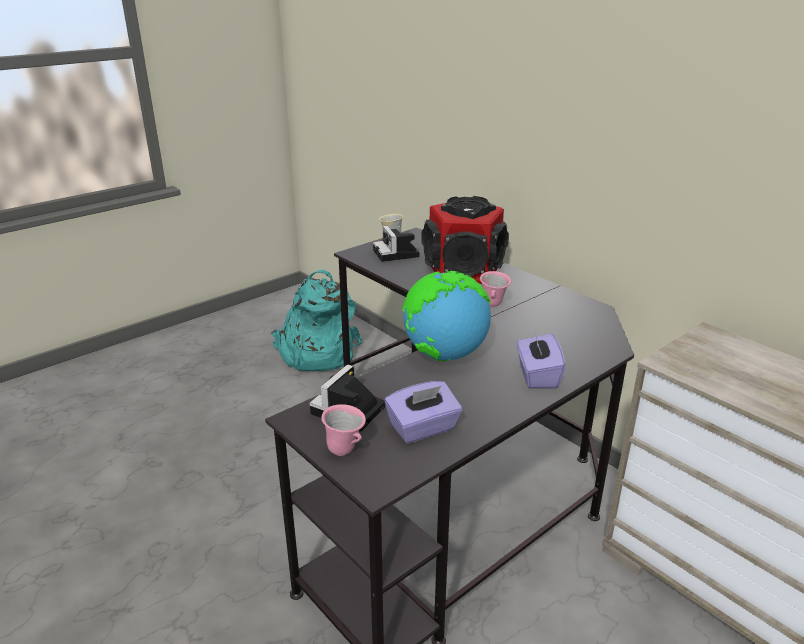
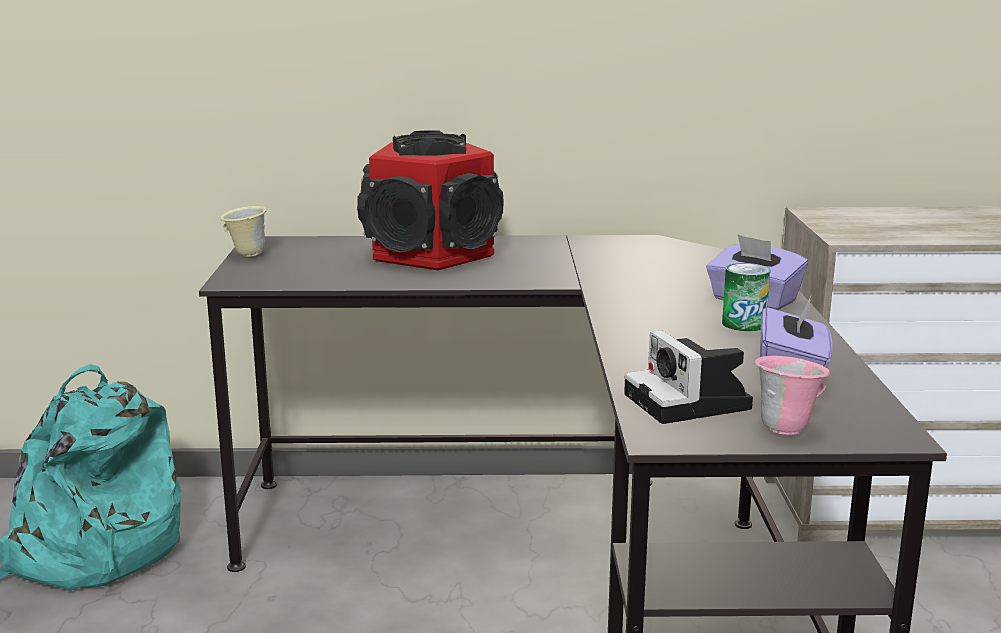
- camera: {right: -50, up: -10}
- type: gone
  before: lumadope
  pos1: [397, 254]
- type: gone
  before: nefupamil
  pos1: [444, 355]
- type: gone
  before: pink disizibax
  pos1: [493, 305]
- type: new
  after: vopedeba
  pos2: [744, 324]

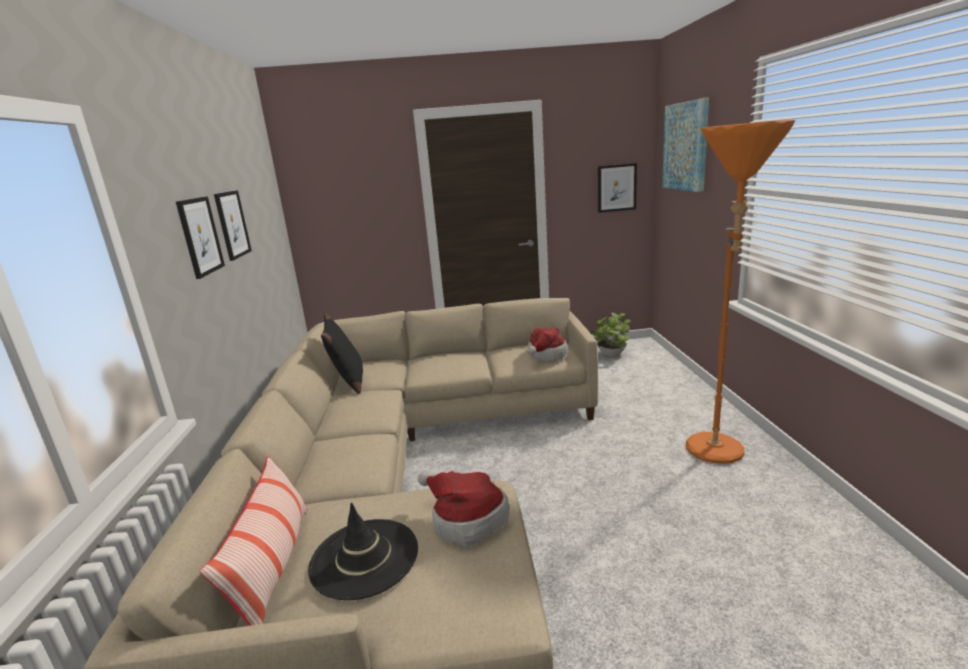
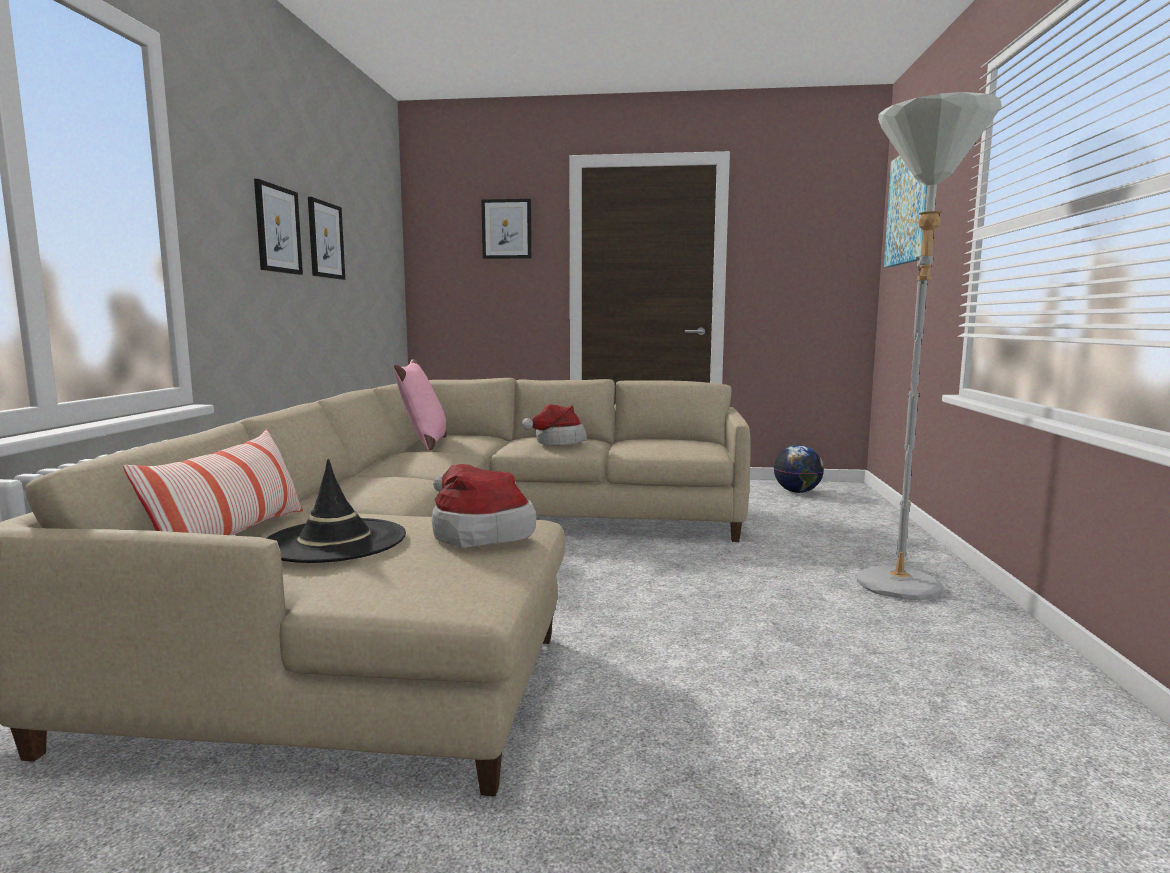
- camera: {right: 10, up: -10}
- type: repainted
  before: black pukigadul
  after: pink pukigadul
  pos1: [348, 383]
  pos2: [424, 444]
- type: shifted
  before: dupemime
  pos1: [545, 355]
  pos2: [556, 441]
- type: swapped
  before: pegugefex
  after: nefupamil
  pos1: [610, 355]
  pos2: [797, 492]
- type: shifted
  before: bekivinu
  pos1: [616, 188]
  pos2: [506, 229]
- type: repainted
  before: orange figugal
  after: grey figugal
  pos1: [717, 456]
  pos2: [899, 592]

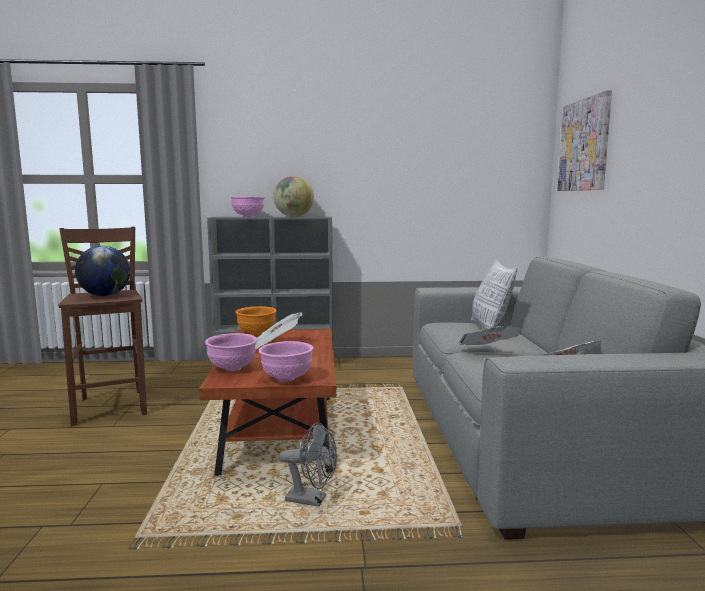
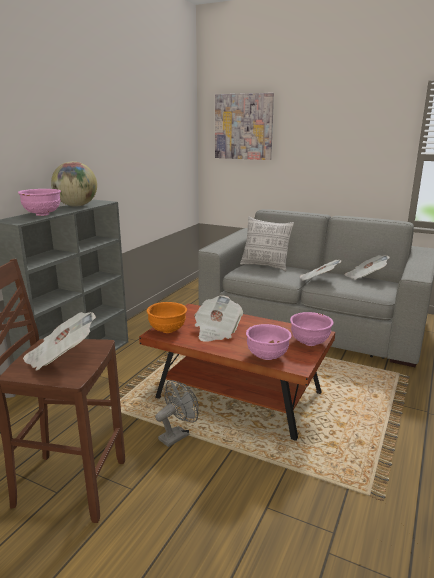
- camera: {right: -60, up: 10}
- type: swapped
  before: nefupamil
  after: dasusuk
  pos1: [105, 295]
  pos2: [61, 357]
- type: shifted
  before: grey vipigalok
  pos1: [312, 500]
  pos2: [177, 435]

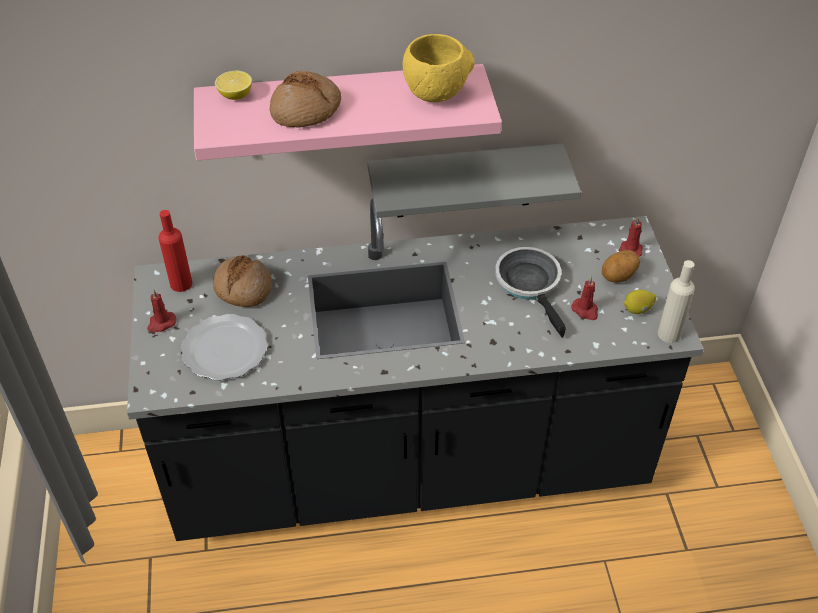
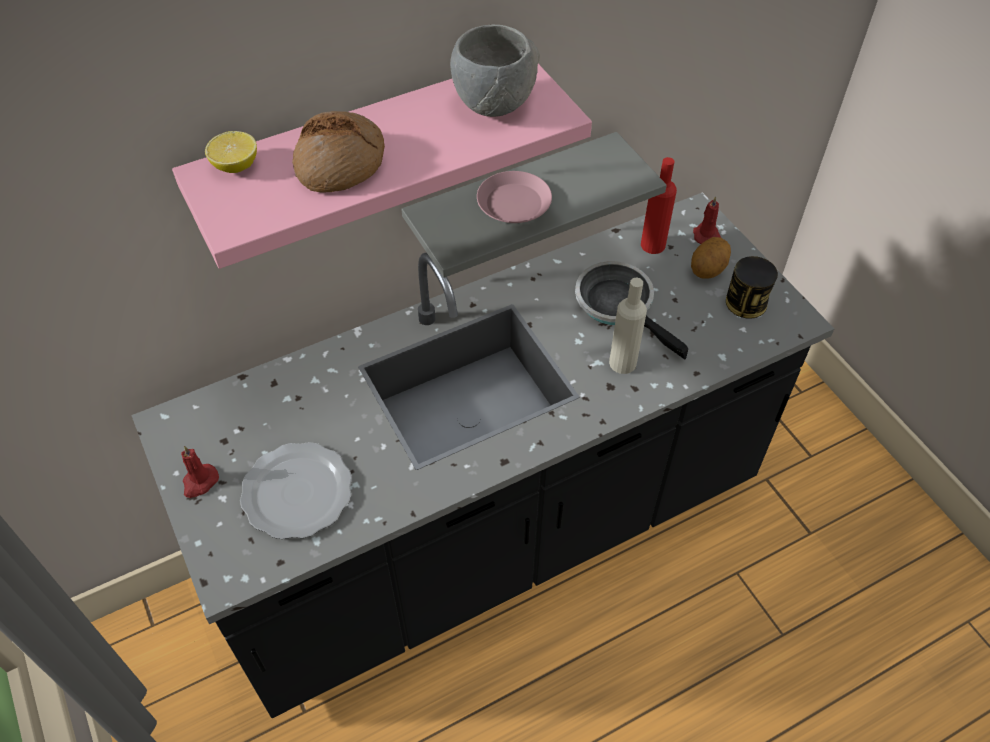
- camera: {right: -20, up: 5}
- type: shifted
  before: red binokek
  pos1: [181, 283]
  pos2: [653, 245]
- type: gone
  before: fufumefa
  pos1: [243, 288]
- type: repainted
  before: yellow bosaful
  after: grey bosaful
  pos1: [436, 95]
  pos2: [495, 106]
- type: gone
  before: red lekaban
  pos1: [585, 310]
- type: swapped
  before: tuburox
  after: vopedeba
  pos1: [637, 309]
  pos2: [746, 302]
- type: shifted
  before: beige binokek
  pos1: [669, 334]
  pos2: [622, 363]
- type: new
  after: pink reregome
  pos2: [513, 203]

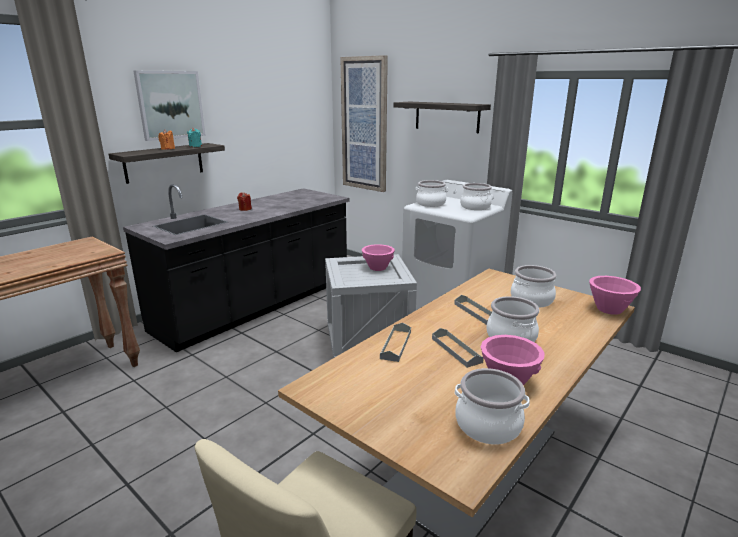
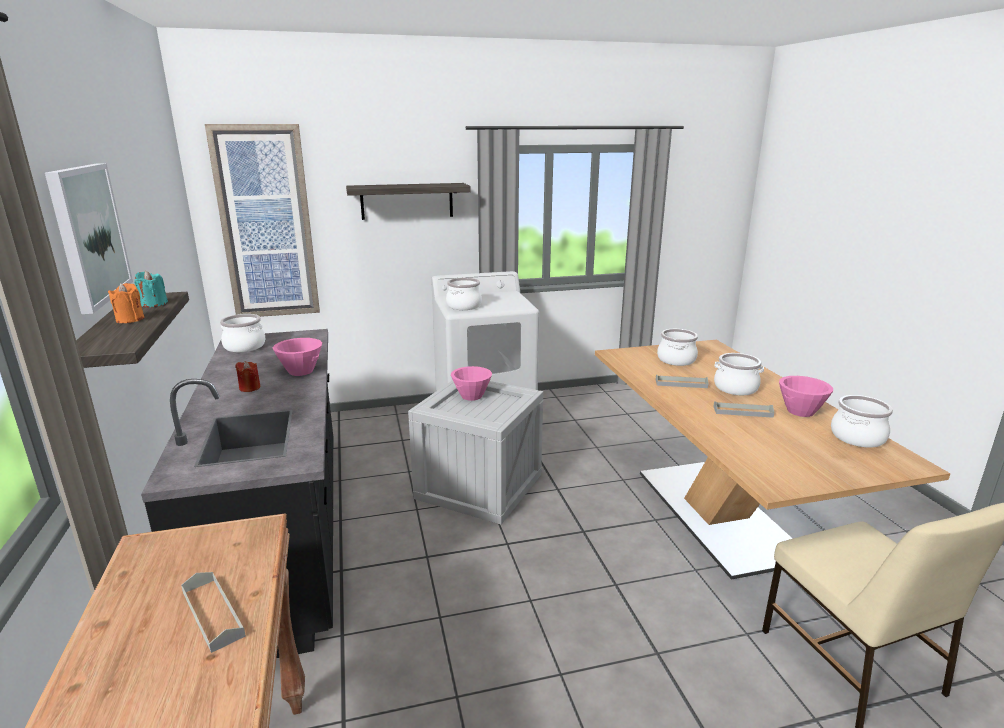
- camera: {right: -55, up: 0}
- type: shifted
  before: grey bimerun
  pos1: [396, 345]
  pos2: [213, 613]
- type: shifted
  before: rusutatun
  pos1: [475, 207]
  pos2: [244, 347]
- type: shifted
  before: pink bosaful
  pos1: [609, 309]
  pos2: [301, 371]

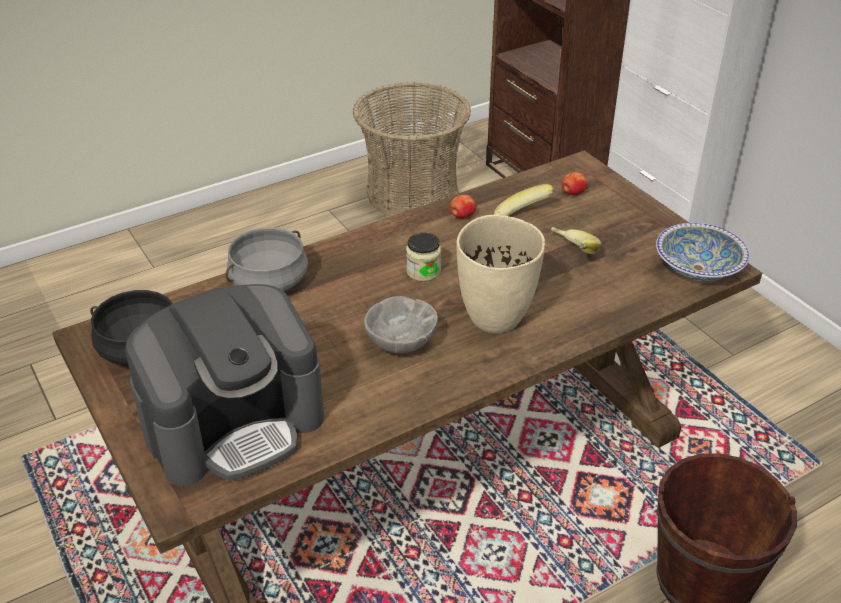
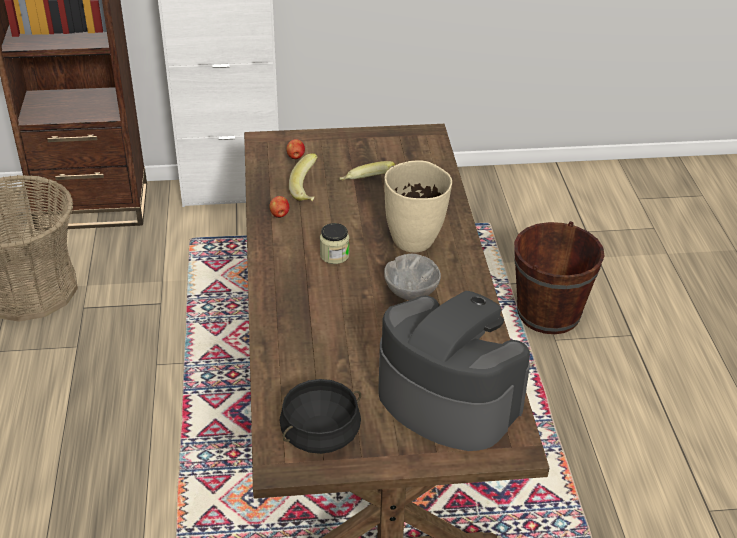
- camera: {right: -65, up: 0}
- type: rotated
  before: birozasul
  pos1: [234, 423]
  pos2: [447, 399]
  turn: -45
- type: gone
  before: grey rusutatun
  pos1: [269, 281]
- type: gone
  before: bosaful
  pos1: [698, 268]

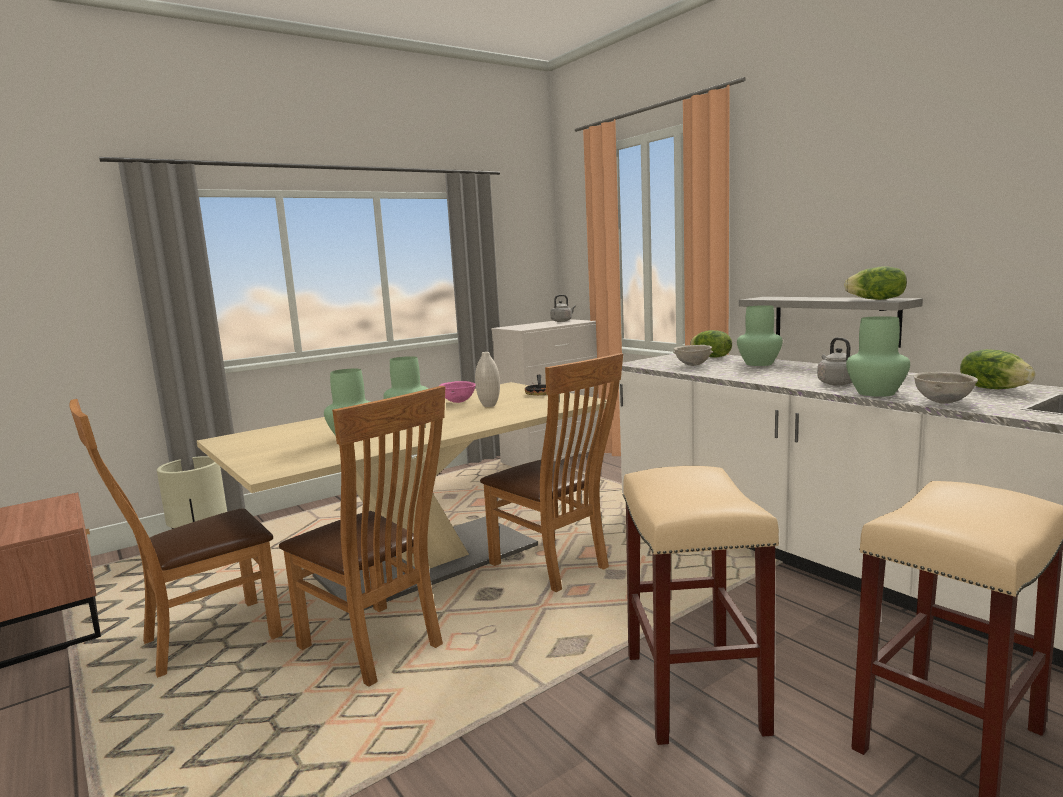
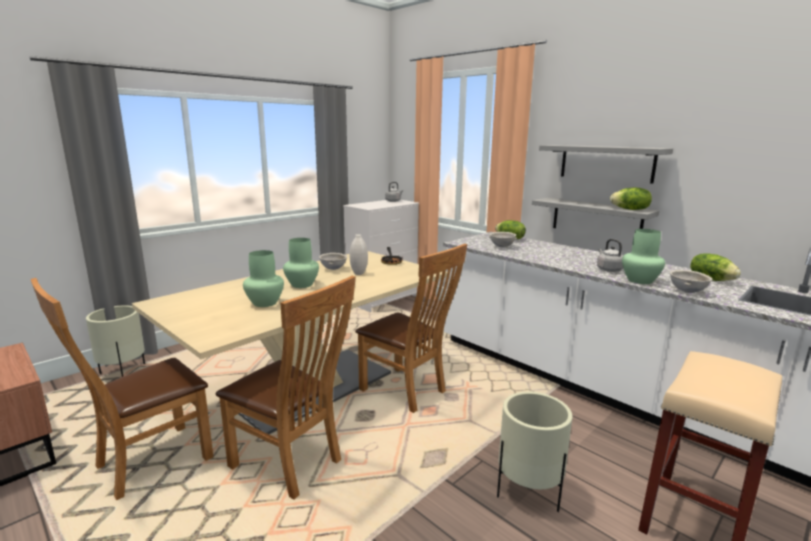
- camera: {right: -10, up: 5}
- type: repainted
  before: pink bosaful
  after: grey bosaful
  pos1: [459, 402]
  pos2: [334, 269]
- type: swapped
  before: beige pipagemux
  after: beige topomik
  pos1: [695, 693]
  pos2: [528, 492]
- type: gone
  before: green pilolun
  pos1: [759, 364]
- type: new
  after: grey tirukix
  pos2: [606, 163]

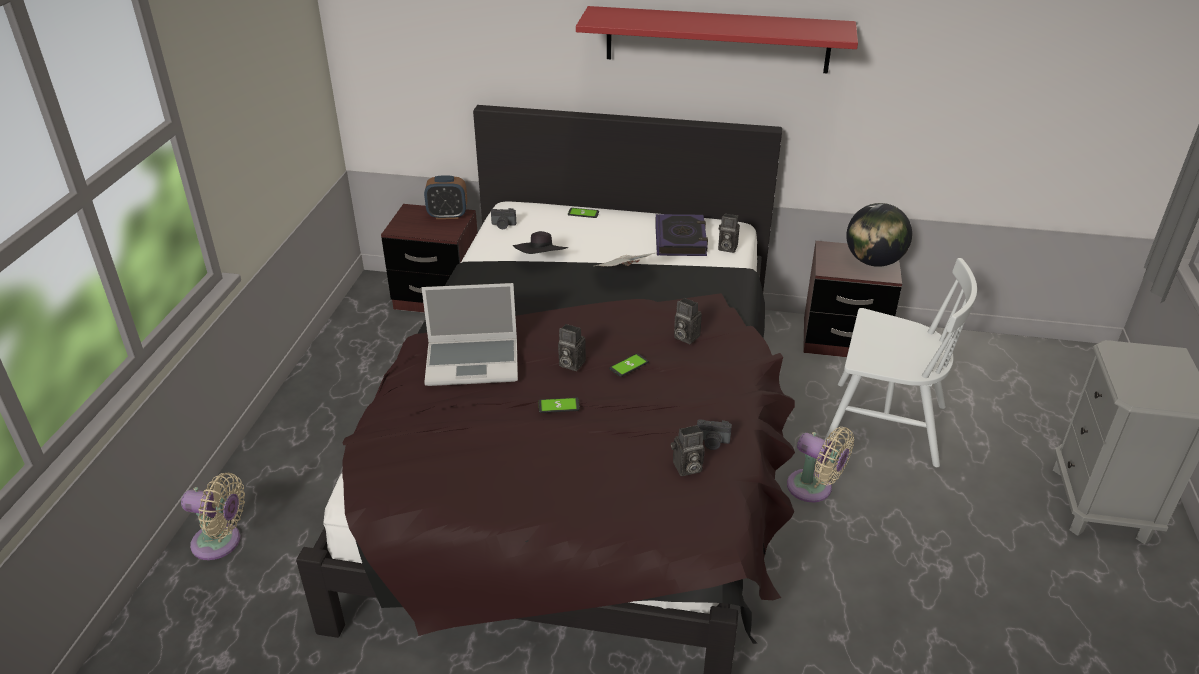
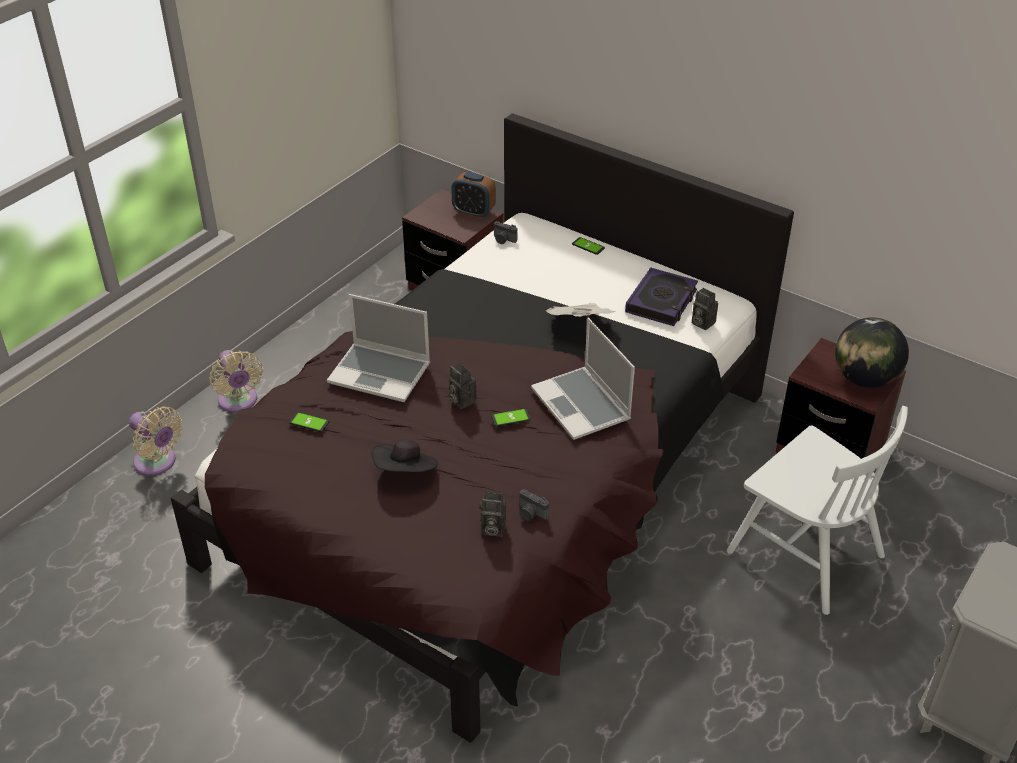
- camera: {right: 25, up: 5}
- type: shifted
  before: black dupemime
  pos1: [541, 260]
  pos2: [406, 471]
- type: shifted
  before: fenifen
  pos1: [559, 406]
  pos2: [309, 422]
- type: gone
  before: red tirukix
  pos1: [717, 39]
- type: swapped
  before: lumadope
  after: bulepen
  pos1: [684, 337]
  pos2: [582, 405]
- type: shifted
  before: beige vipigalok
  pos1: [814, 489]
  pos2: [239, 402]

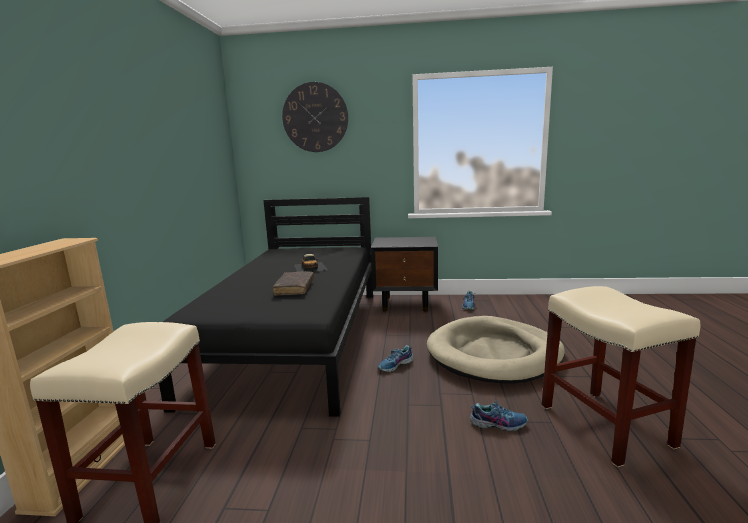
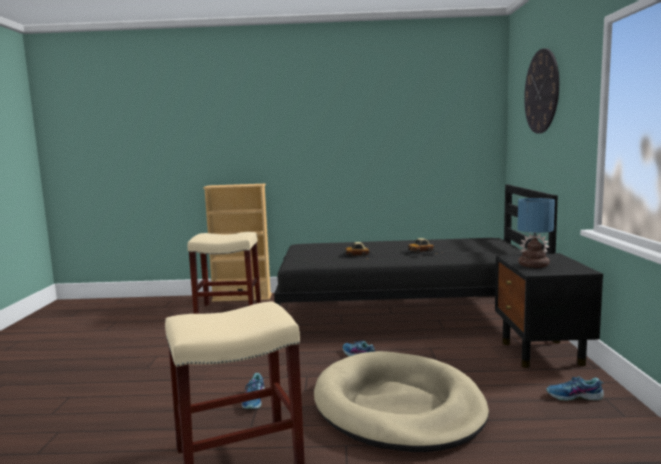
- camera: {right: 85, up: -5}
- type: swapped
  before: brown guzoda
  after: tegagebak
  pos1: [294, 288]
  pos2: [357, 255]
- type: new
  after: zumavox
  pos2: [534, 265]

